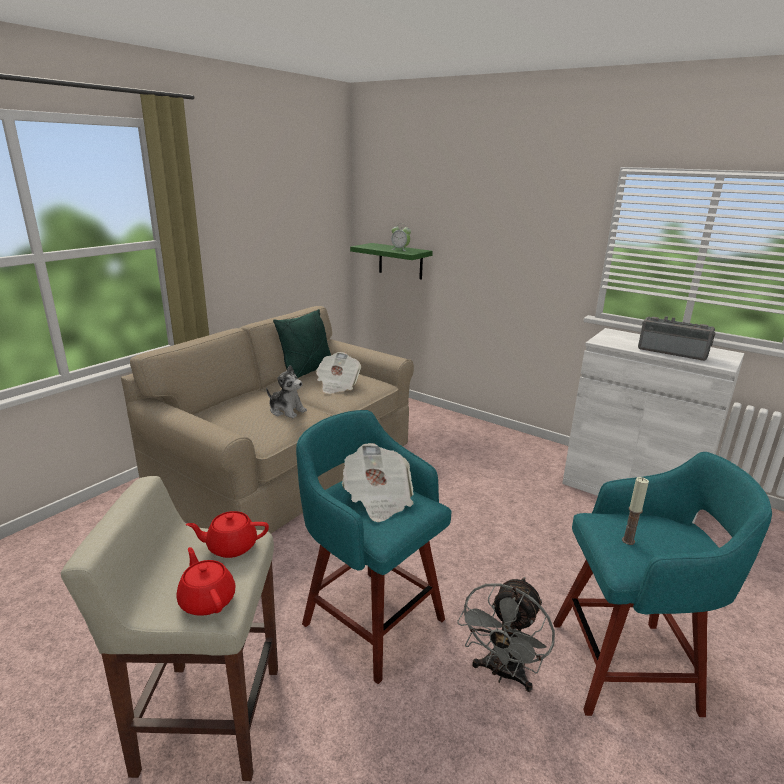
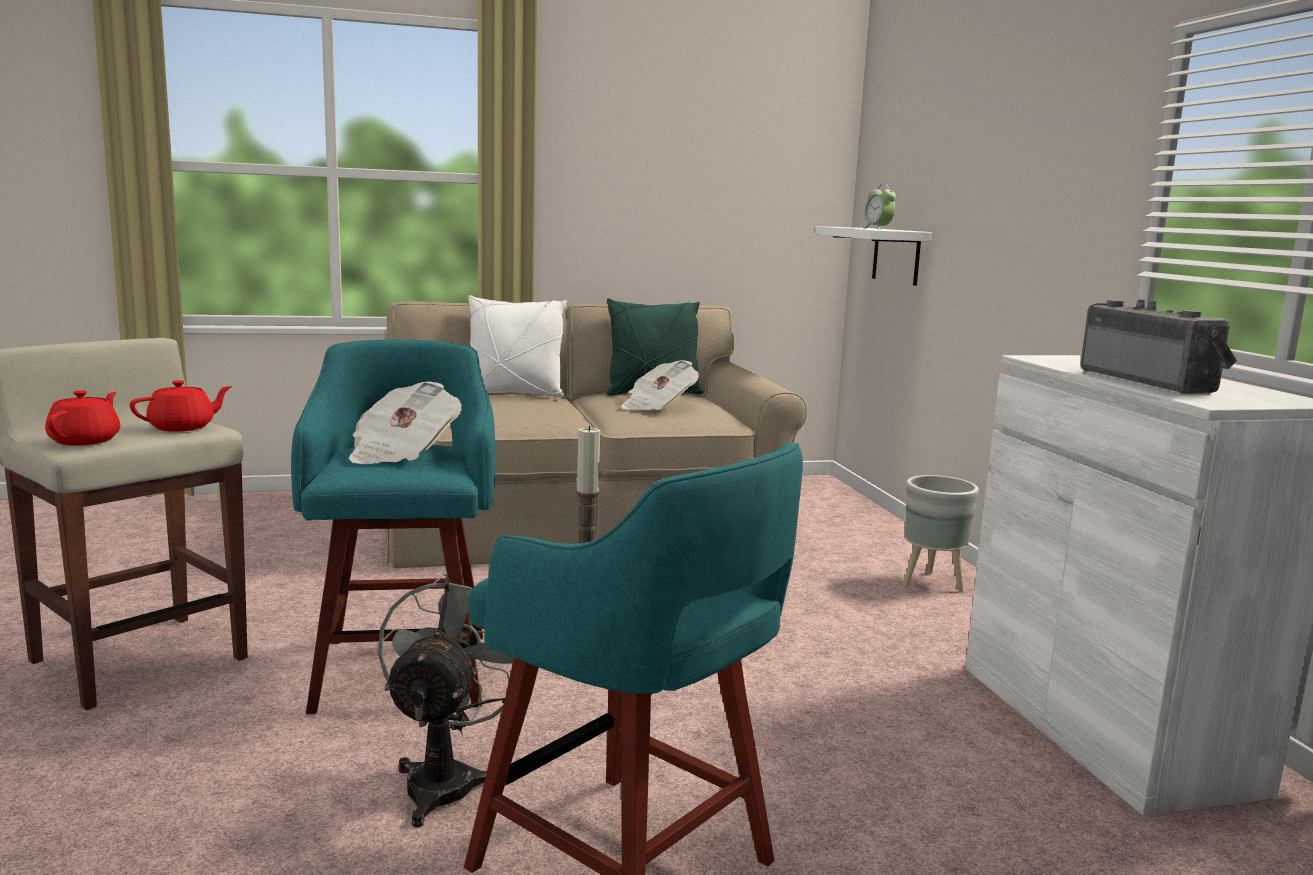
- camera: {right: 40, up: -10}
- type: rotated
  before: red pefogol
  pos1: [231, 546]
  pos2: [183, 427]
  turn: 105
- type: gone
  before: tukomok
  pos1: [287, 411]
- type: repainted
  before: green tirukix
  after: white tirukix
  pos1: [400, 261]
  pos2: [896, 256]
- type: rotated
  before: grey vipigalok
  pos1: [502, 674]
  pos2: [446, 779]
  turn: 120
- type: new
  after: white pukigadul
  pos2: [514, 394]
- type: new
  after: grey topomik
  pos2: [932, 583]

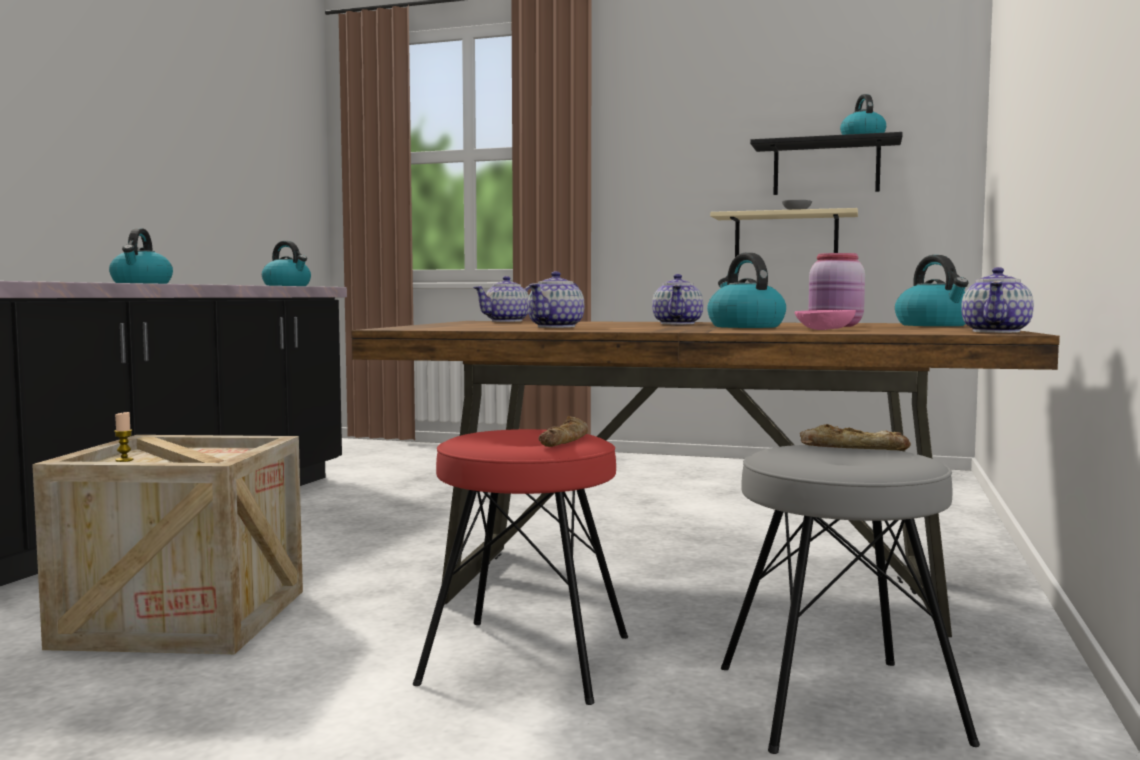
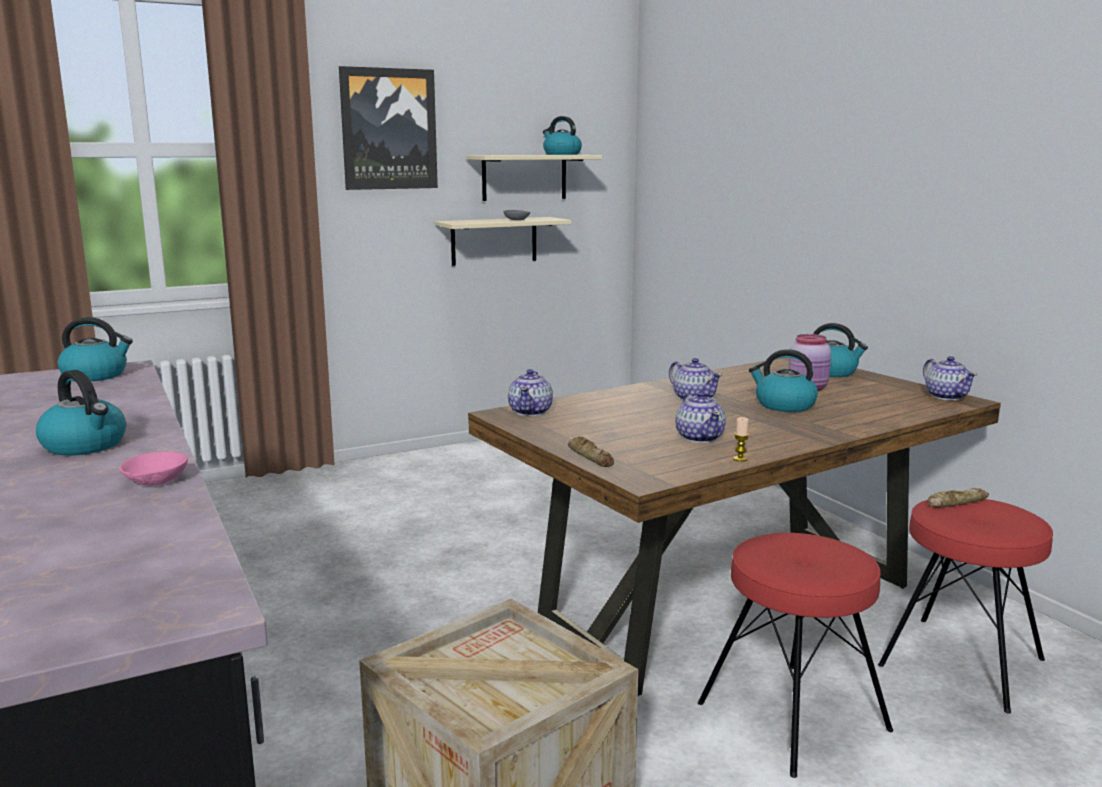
- camera: {right: -45, up: 10}
- type: shifted
  before: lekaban
  pos1: [124, 460]
  pos2: [740, 459]
- type: shifted
  before: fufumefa
  pos1: [565, 441]
  pos2: [591, 457]
- type: repainted
  before: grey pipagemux
  after: red pipagemux
  pos1: [837, 703]
  pos2: [961, 662]
- type: repainted
  before: black tirukix
  after: beige tirukix
  pos1: [826, 168]
  pos2: [524, 177]
- type: shifted
  before: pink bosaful
  pos1: [826, 329]
  pos2: [158, 480]
- type: new
  after: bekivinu
  pos2: [388, 129]

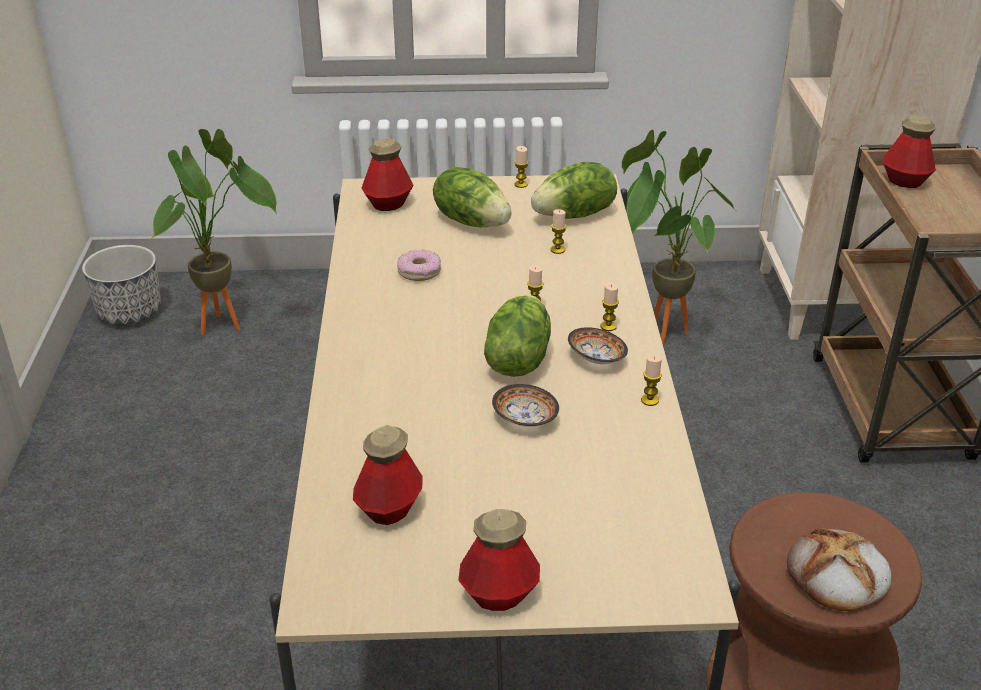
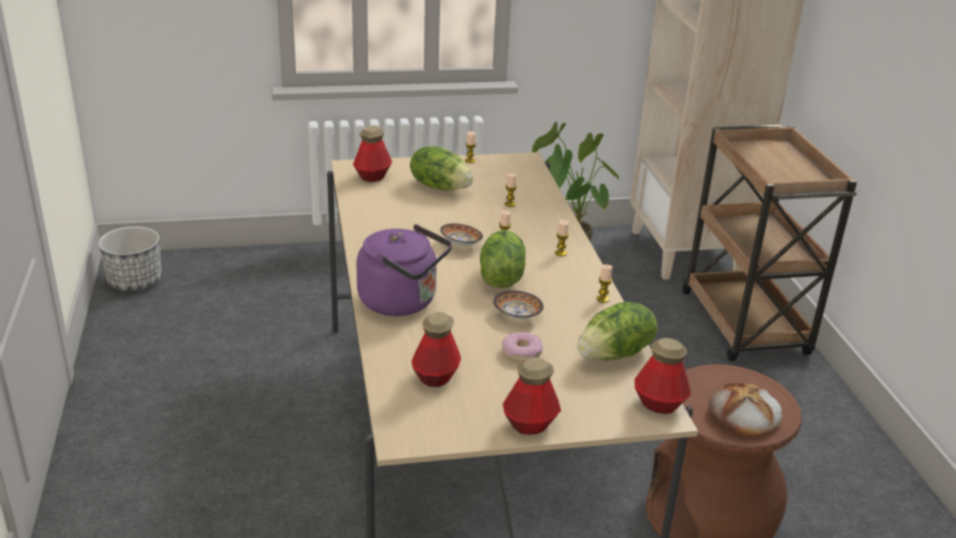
- camera: {right: -10, up: -5}
- type: gone
  before: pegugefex
  pos1: [229, 323]
- type: shifted
  before: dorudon
  pos1: [419, 271]
  pos2: [521, 352]
- type: shifted
  before: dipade
  pos1: [575, 215]
  pos2: [616, 354]
- type: shifted
  before: bosaful
  pos1: [596, 359]
  pos2: [461, 244]
- type: shifted
  before: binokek
  pos1: [905, 181]
  pos2: [659, 404]
- type: new
  after: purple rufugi
  pos2: [402, 302]

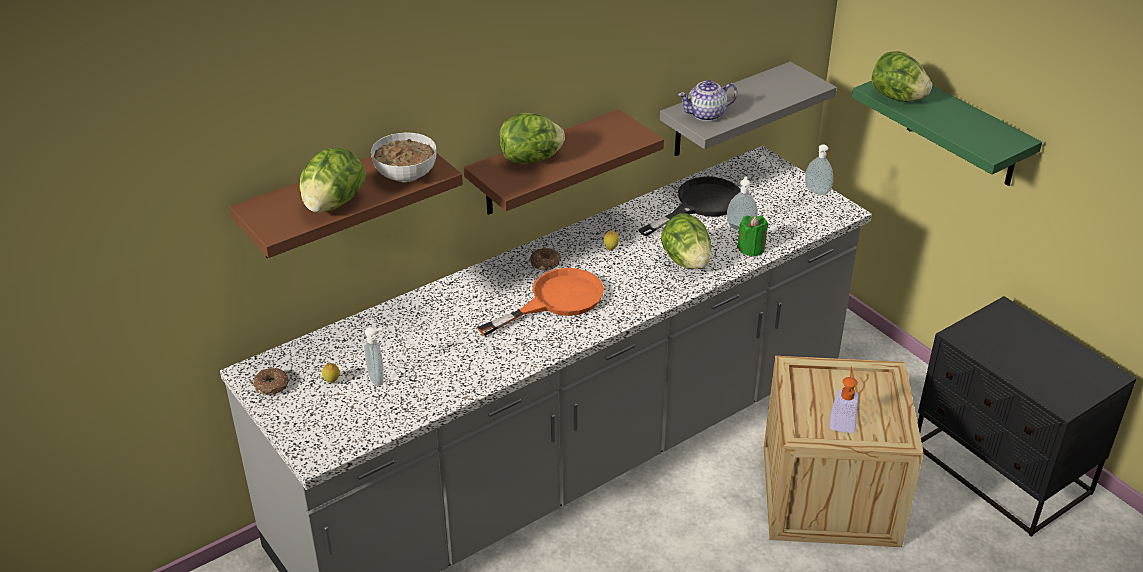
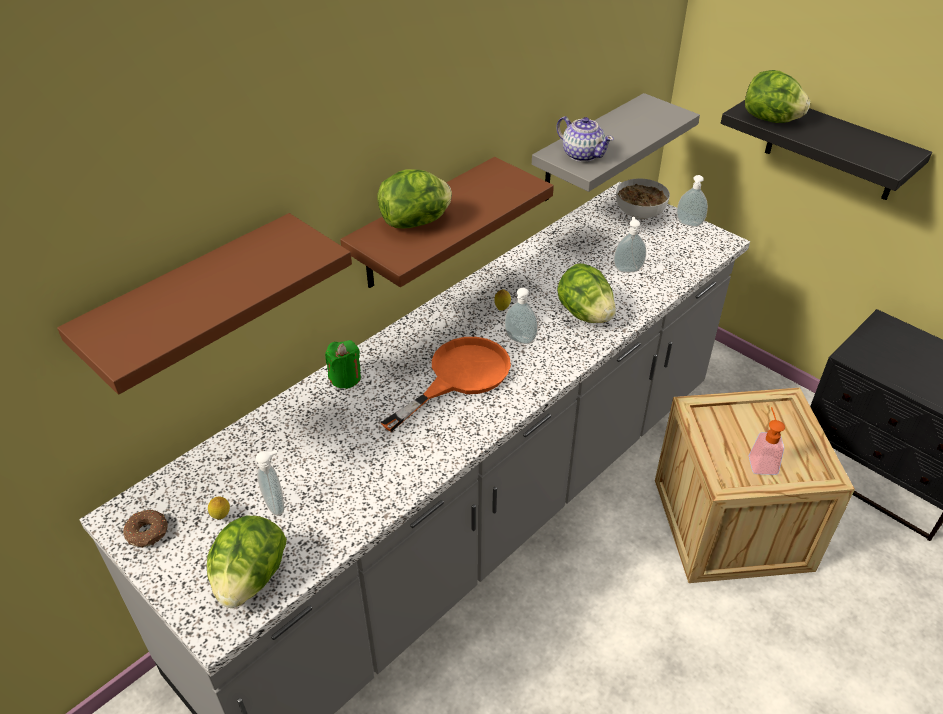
- camera: {right: -10, up: 5}
- type: shifted
  before: dipade
  pos1: [333, 204]
  pos2: [250, 579]
- type: shifted
  before: bosaful
  pos1: [405, 175]
  pos2: [639, 213]
- type: gone
  before: dorudon
  pos1: [545, 263]
- type: gone
  before: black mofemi
  pos1: [700, 205]
- type: rotated
  before: pefogol
  pos1: [707, 115]
  pos2: [582, 154]
  turn: -105
- type: shifted
  before: green lekaban
  pos1: [751, 248]
  pos2: [345, 378]
- type: repainted
  before: green tirukix
  after: black tirukix
  pos1: [962, 130]
  pos2: [832, 147]
- type: new
  after: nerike
  pos2: [519, 341]

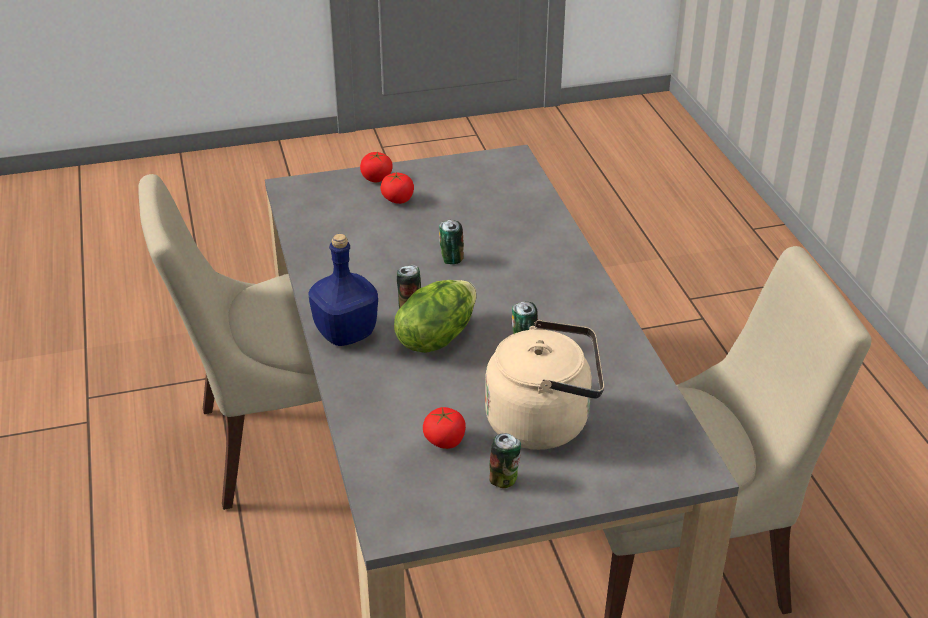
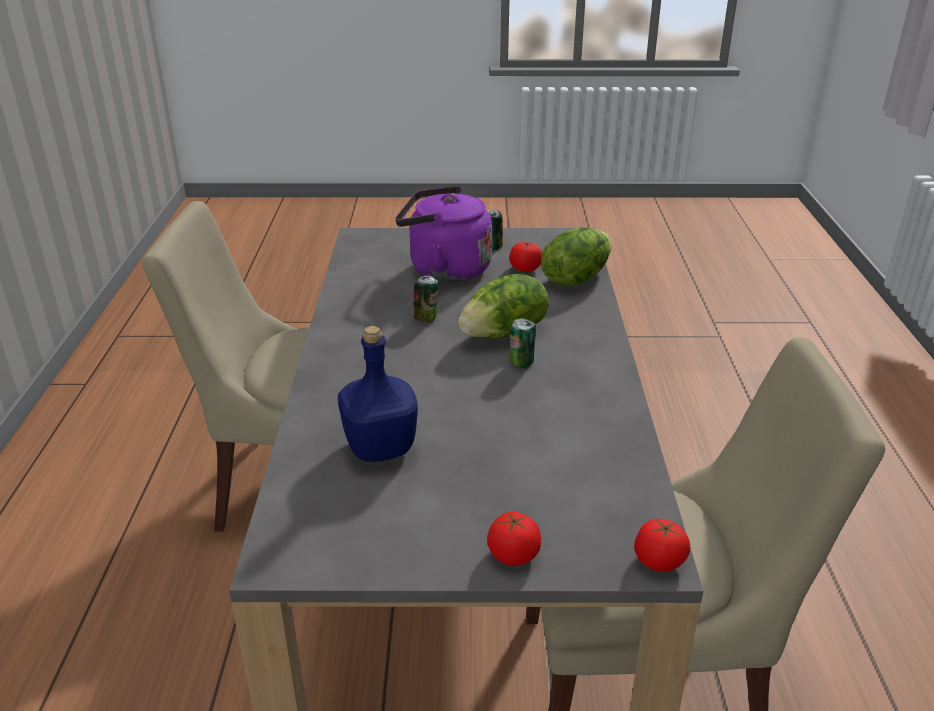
- camera: {right: -165, up: -5}
- type: shifted
  before: blue binokek
  pos1: [346, 334]
  pos2: [379, 447]
- type: shifted
  before: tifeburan
  pos1: [398, 199]
  pos2: [659, 561]
- type: gone
  before: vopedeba
  pos1: [451, 259]
- type: repainted
  before: beige rufugi
  after: purple rufugi
  pos1: [544, 422]
  pos2: [444, 269]
- type: new
  after: dipade
  pos2: [575, 278]

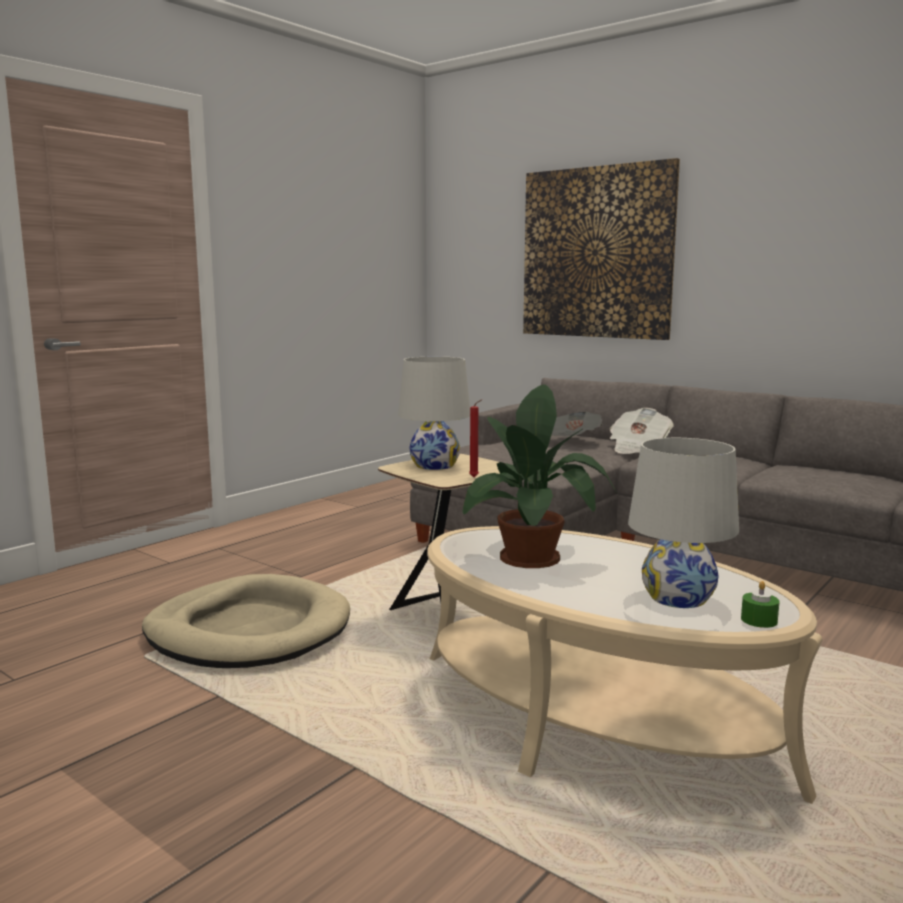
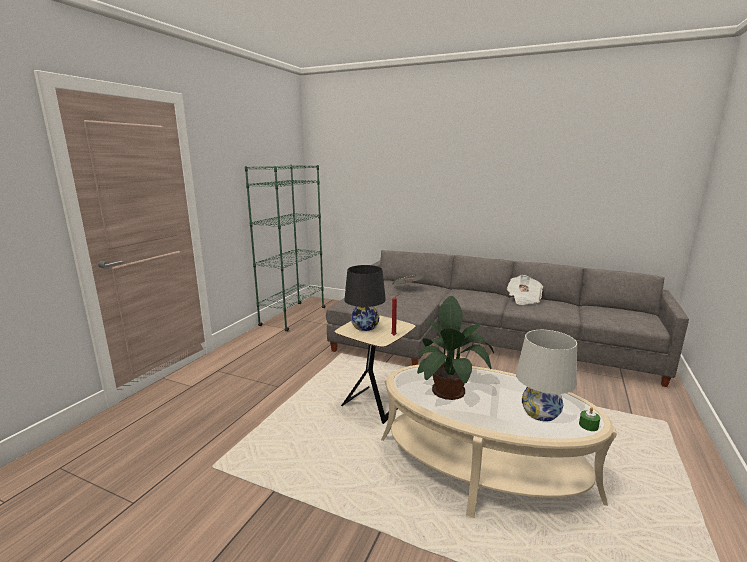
- camera: {right: -15, up: 5}
- type: gone
  before: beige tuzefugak
  pos1: [249, 630]
- type: repainted
  before: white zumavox
  after: black zumavox
  pos1: [435, 465]
  pos2: [365, 326]
- type: gone
  before: bekivinu
  pos1: [596, 253]
- type: shifted
  before: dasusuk
  pos1: [637, 448]
  pos2: [523, 299]
- type: new
  after: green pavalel
  pos2: [293, 316]

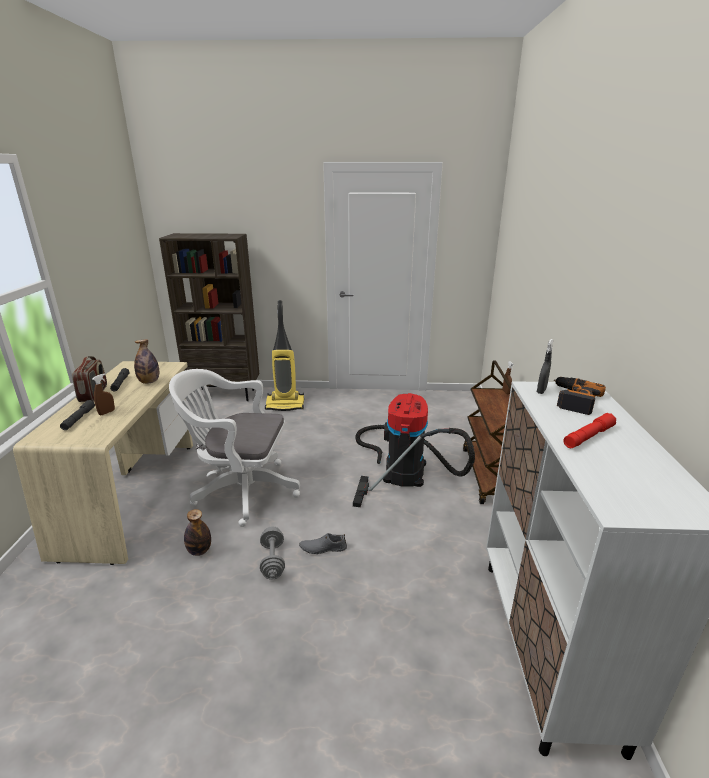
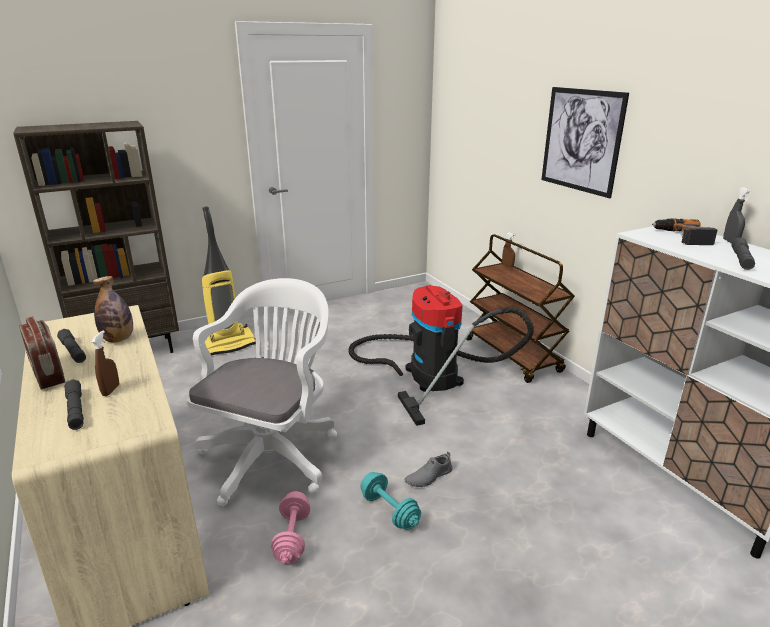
- camera: {right: -30, up: 0}
- type: rotated
  before: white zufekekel
  pos1: [241, 490]
  pos2: [273, 454]
  turn: 135
- type: swapped
  before: binokek
  after: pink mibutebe
  pos1: [199, 551]
  pos2: [292, 537]
- type: repainted
  before: grey mibutebe
  after: turquoise mibutebe
  pos1: [273, 560]
  pos2: [389, 511]
- type: shifted
  before: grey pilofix
  pos1: [541, 391]
  pos2: [730, 242]
- type: repainted
  before: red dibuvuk
  after: grey dibuvuk
  pos1: [588, 437]
  pos2: [741, 259]
- type: new
  after: bekivinu
  pos2: [581, 140]

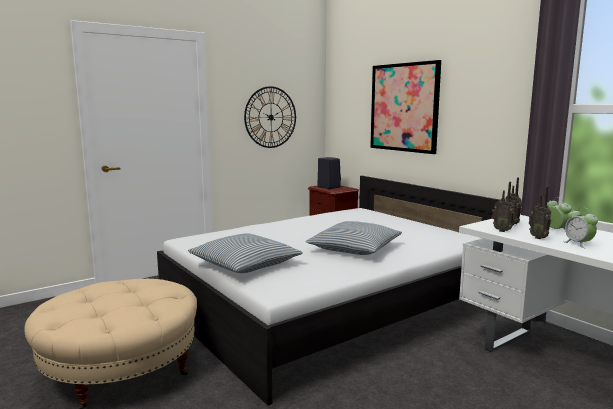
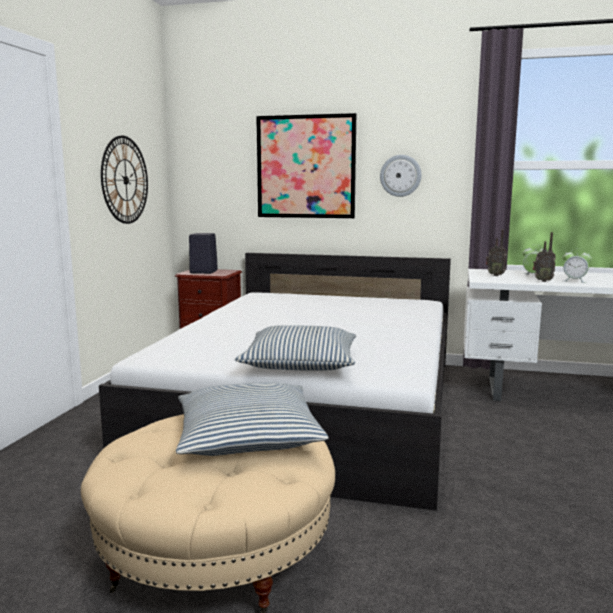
- camera: {right: -40, up: 0}
- type: shifted
  before: pukigadul
  pos1: [354, 248]
  pos2: [247, 436]
- type: gone
  before: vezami
  pos1: [502, 230]
- type: new
  after: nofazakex
  pos2: [400, 175]

